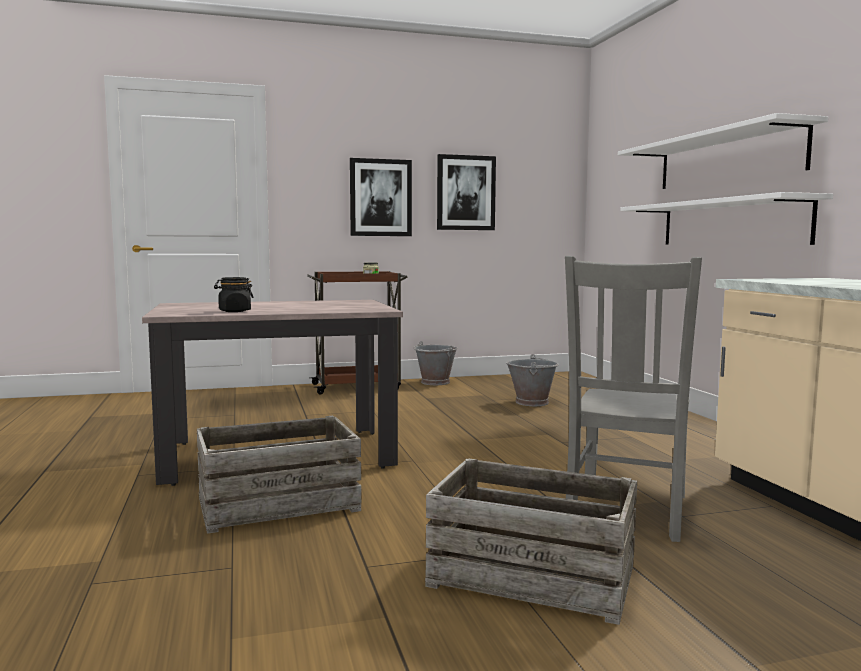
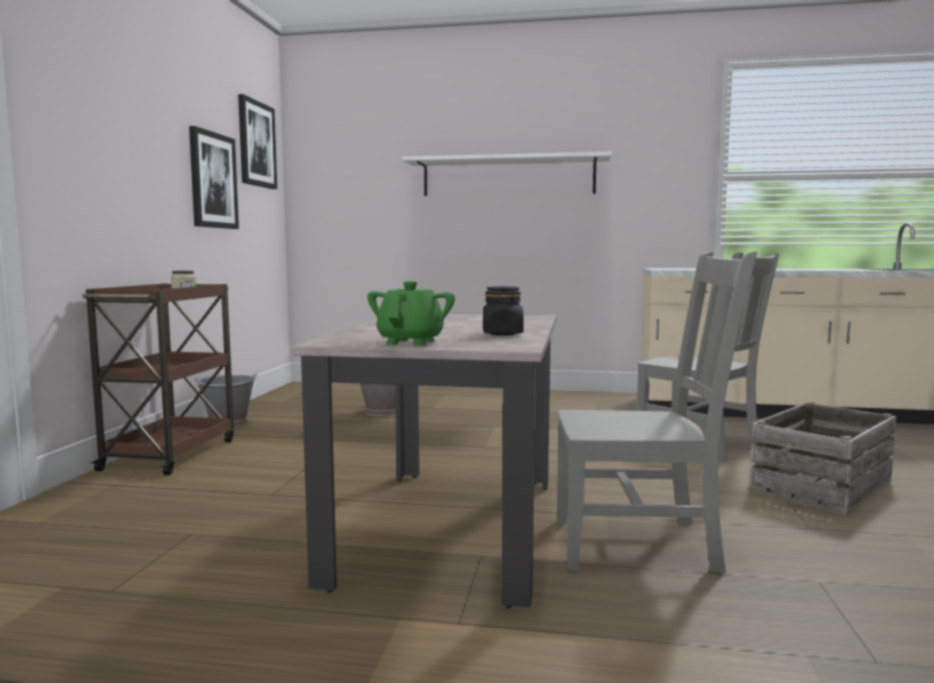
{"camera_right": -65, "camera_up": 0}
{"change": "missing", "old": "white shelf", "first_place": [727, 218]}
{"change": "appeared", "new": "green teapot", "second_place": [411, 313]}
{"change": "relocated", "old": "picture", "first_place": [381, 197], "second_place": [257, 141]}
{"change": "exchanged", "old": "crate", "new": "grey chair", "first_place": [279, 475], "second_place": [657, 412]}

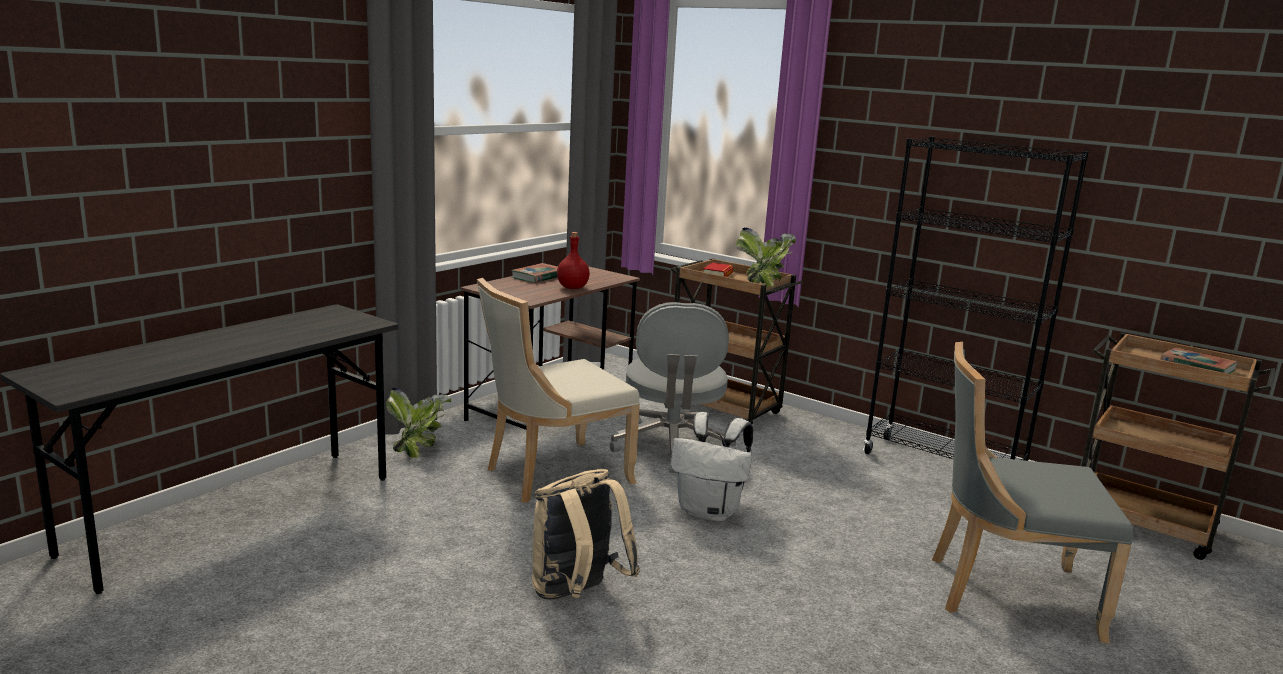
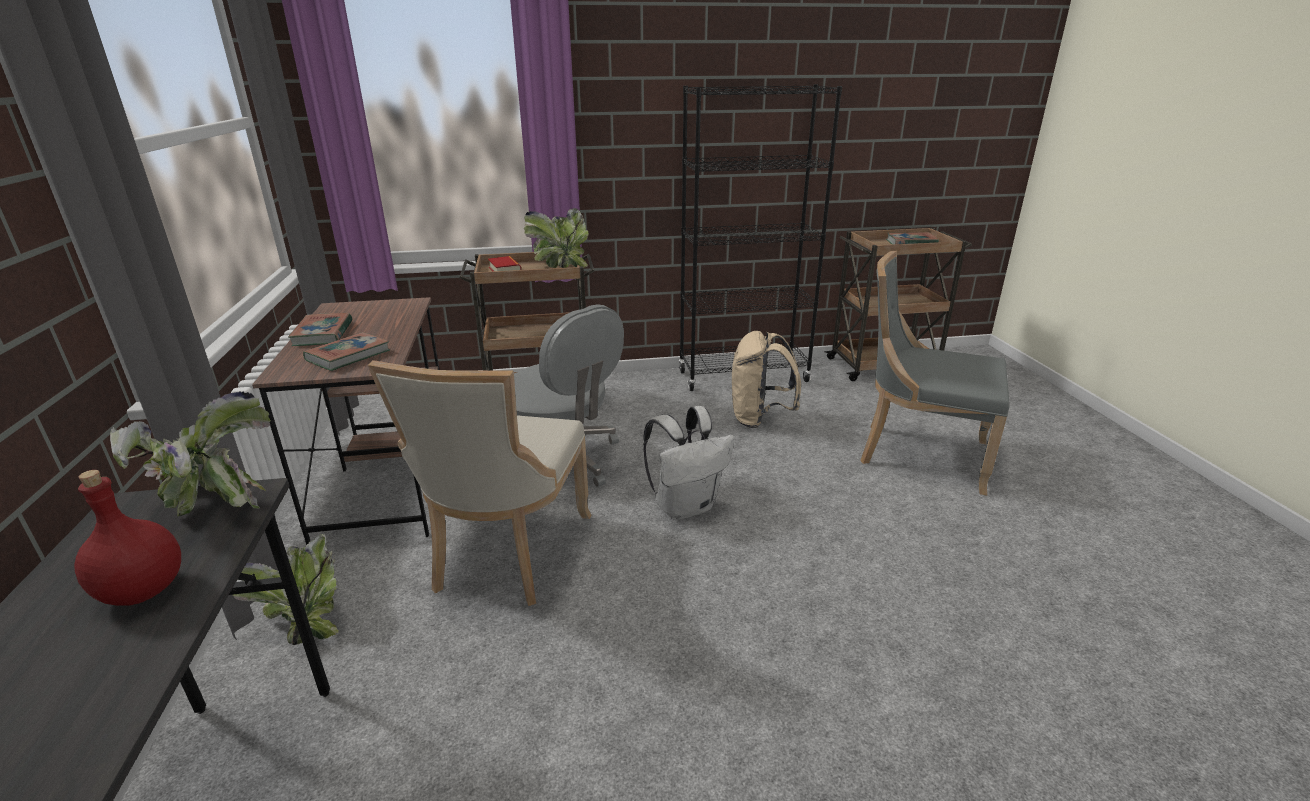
{"camera_right": -45, "camera_up": 10}
{"change": "appeared", "new": "potted plant", "second_place": [190, 453]}
{"change": "appeared", "new": "book", "second_place": [346, 351]}
{"change": "relocated", "old": "beige backpack", "first_place": [586, 534], "second_place": [766, 379]}
{"change": "relocated", "old": "red bottle", "first_place": [573, 260], "second_place": [127, 538]}
{"change": "spun", "old": "grey chair", "first_place": [1032, 493], "second_place": [934, 373], "degrees": 60}

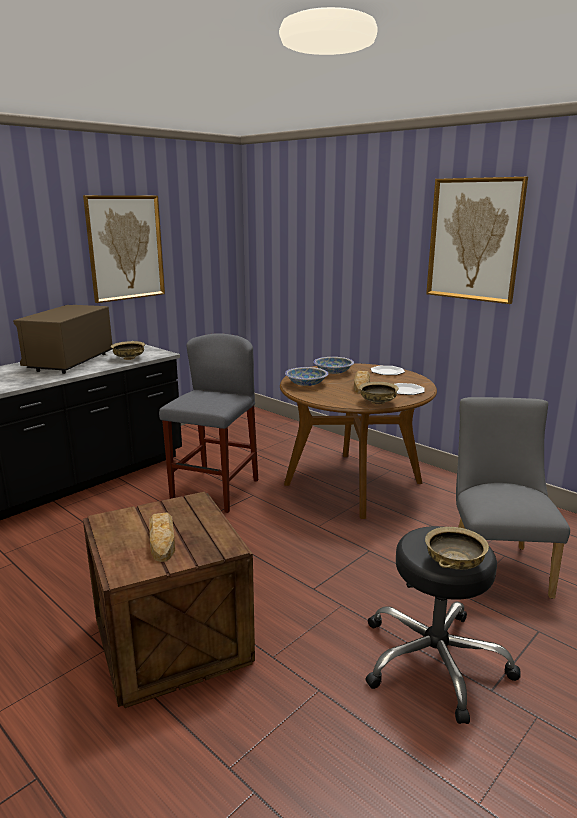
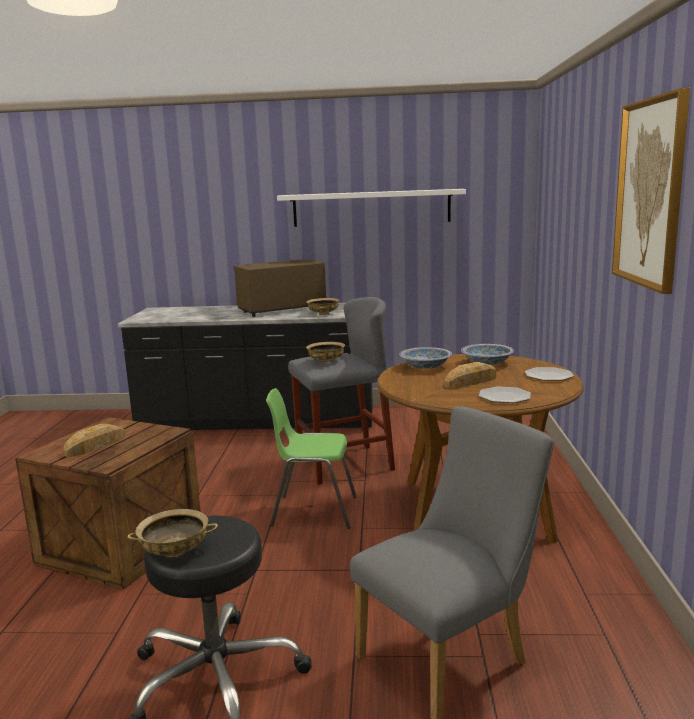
{"camera_right": 50, "camera_up": -5}
{"change": "appeared", "new": "green chair", "second_place": [311, 458]}
{"change": "relocated", "old": "beige bowl", "first_place": [379, 393], "second_place": [325, 352]}
{"change": "exchanged", "old": "picture", "new": "white shelf", "first_place": [124, 249], "second_place": [371, 208]}

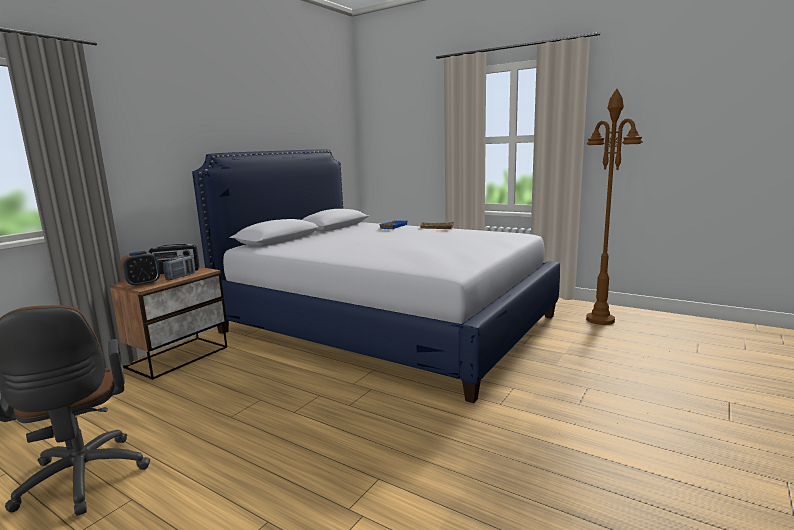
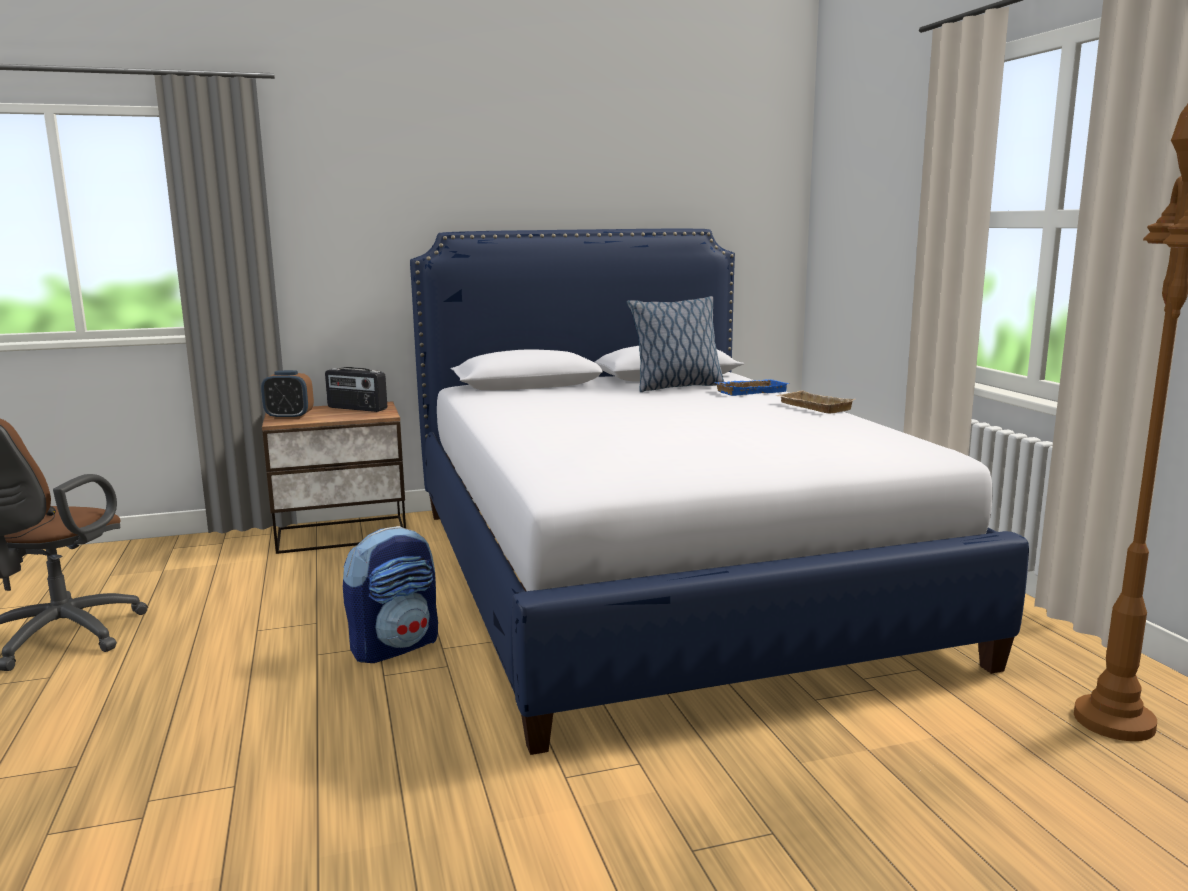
{"camera_right": 40, "camera_up": 0}
{"change": "missing", "old": "radio", "first_place": [179, 267]}
{"change": "appeared", "new": "backpack", "second_place": [390, 594]}
{"change": "appeared", "new": "pillow", "second_place": [675, 344]}

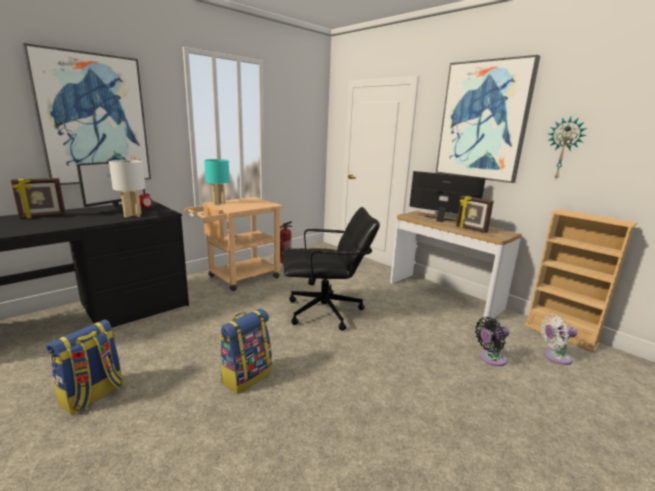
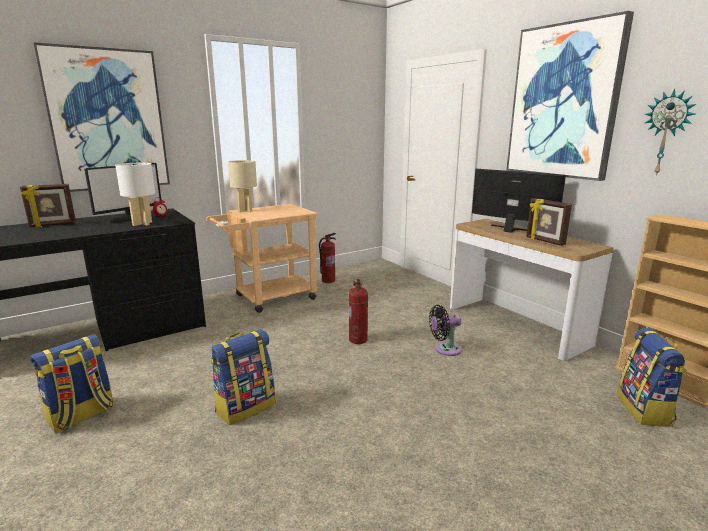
{"camera_right": 10, "camera_up": 0}
{"change": "relocated", "old": "black fan", "first_place": [492, 341], "second_place": [445, 330]}
{"change": "exchanged", "old": "black office chair", "new": "fire extinguisher", "first_place": [331, 268], "second_place": [358, 311]}
{"change": "exchanged", "old": "white fan", "new": "backpack", "first_place": [559, 339], "second_place": [651, 377]}
{"change": "colour", "old": "turquoise table lamp", "new": "beige table lamp", "first_place": [217, 182], "second_place": [242, 186]}

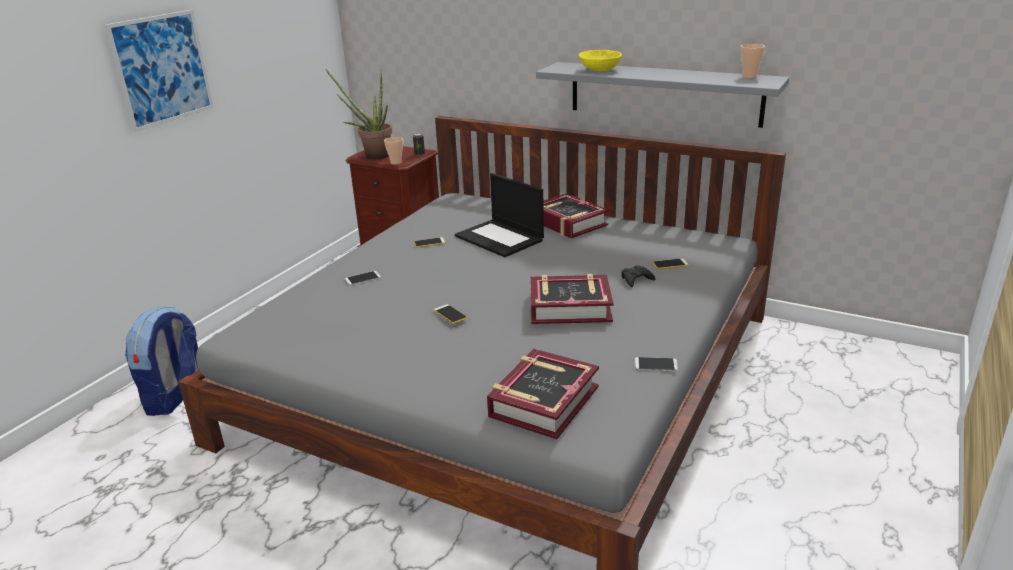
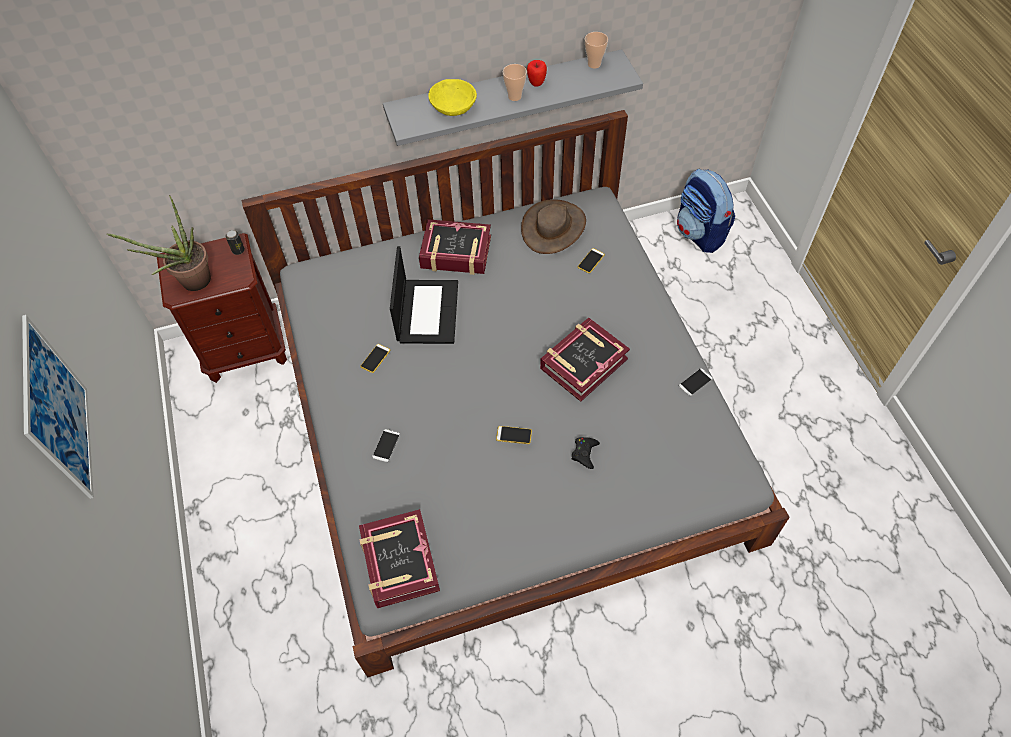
{"camera_right": -45, "camera_up": 30}
{"change": "appeared", "new": "brown hat", "second_place": [553, 226]}
{"change": "appeared", "new": "apple", "second_place": [537, 73]}
{"change": "relocated", "old": "backpack", "first_place": [162, 361], "second_place": [706, 211]}
{"change": "relocated", "old": "cup", "first_place": [393, 151], "second_place": [515, 82]}
{"change": "relocated", "old": "book", "first_place": [543, 394], "second_place": [399, 558]}
{"change": "relocated", "old": "black game controller", "first_place": [638, 276], "second_place": [585, 453]}
{"change": "spun", "old": "laptop", "first_place": [499, 215], "second_place": [424, 295], "degrees": -90}

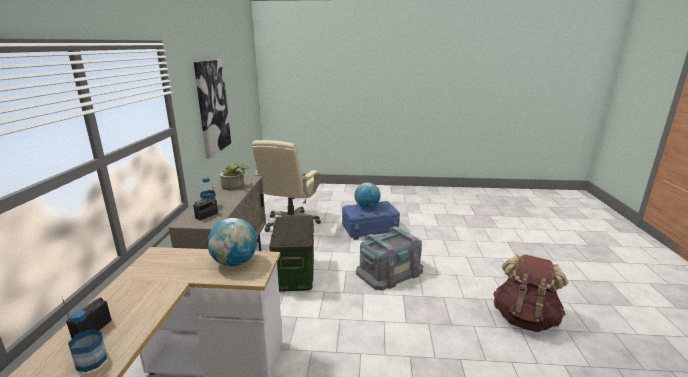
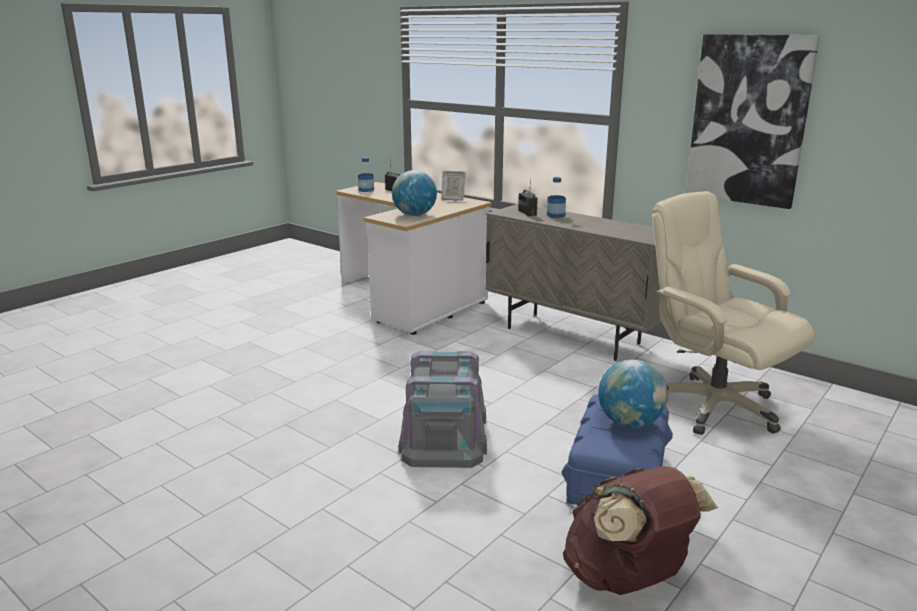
{"camera_right": 125, "camera_up": 0}
{"change": "missing", "old": "potted plant", "first_place": [235, 177]}
{"change": "missing", "old": "storage box", "first_place": [291, 254]}
{"change": "appeared", "new": "picture frame", "second_place": [453, 186]}
{"change": "relocated", "old": "brown backpack", "first_place": [530, 293], "second_place": [640, 530]}

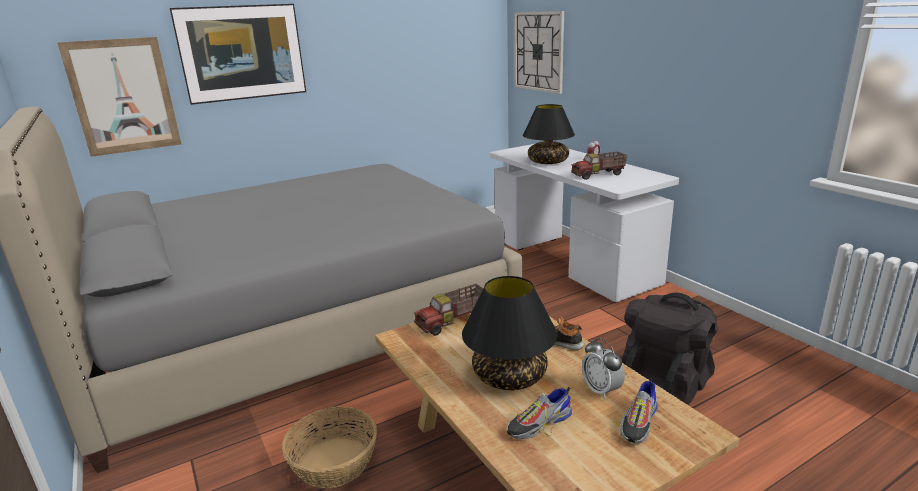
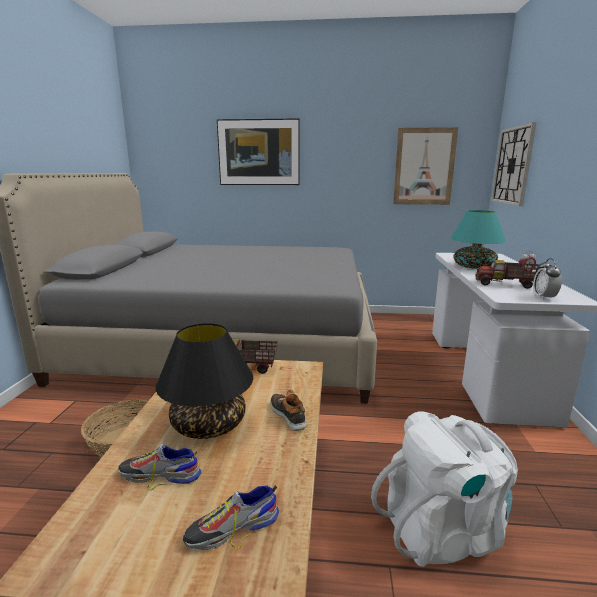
{"camera_right": 35, "camera_up": -5}
{"change": "relocated", "old": "picture", "first_place": [119, 97], "second_place": [425, 166]}
{"change": "relocated", "old": "alarm clock", "first_place": [603, 368], "second_place": [547, 279]}
{"change": "colour", "old": "black table lamp", "new": "turquoise table lamp", "first_place": [549, 134], "second_place": [478, 239]}
{"change": "colour", "old": "black backpack", "new": "white backpack", "first_place": [669, 349], "second_place": [444, 489]}

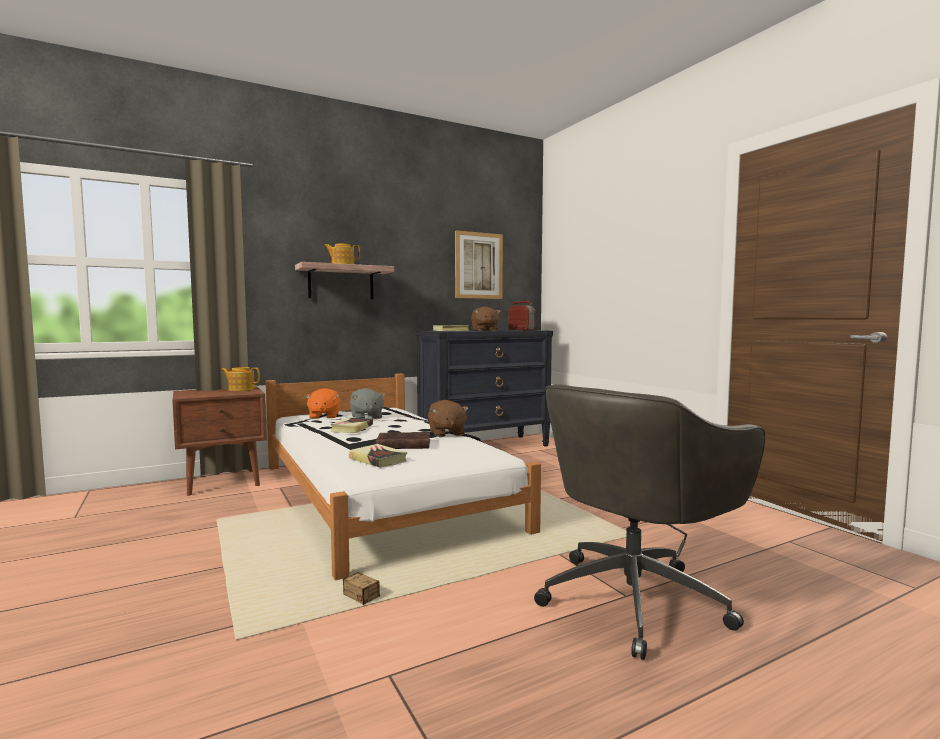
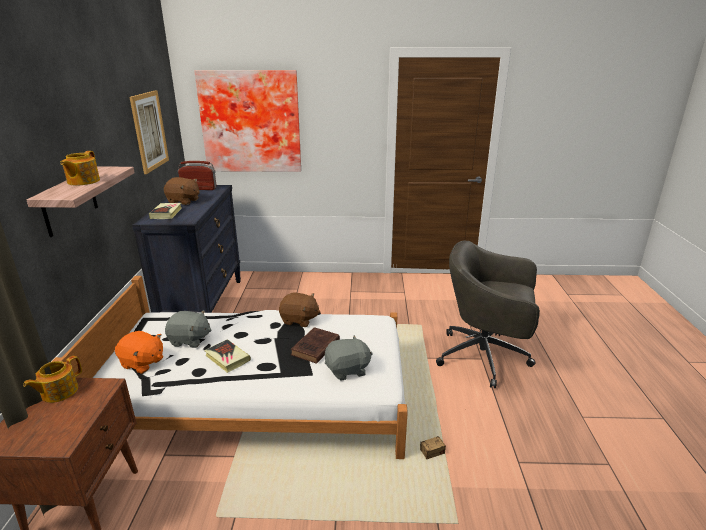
{"camera_right": -60, "camera_up": 20}
{"change": "appeared", "new": "picture", "second_place": [247, 121]}
{"change": "exchanged", "old": "book", "new": "grey plush toy", "first_place": [378, 456], "second_place": [349, 358]}
{"change": "spun", "old": "grey office chair", "first_place": [649, 522], "second_place": [488, 314], "degrees": 120}

